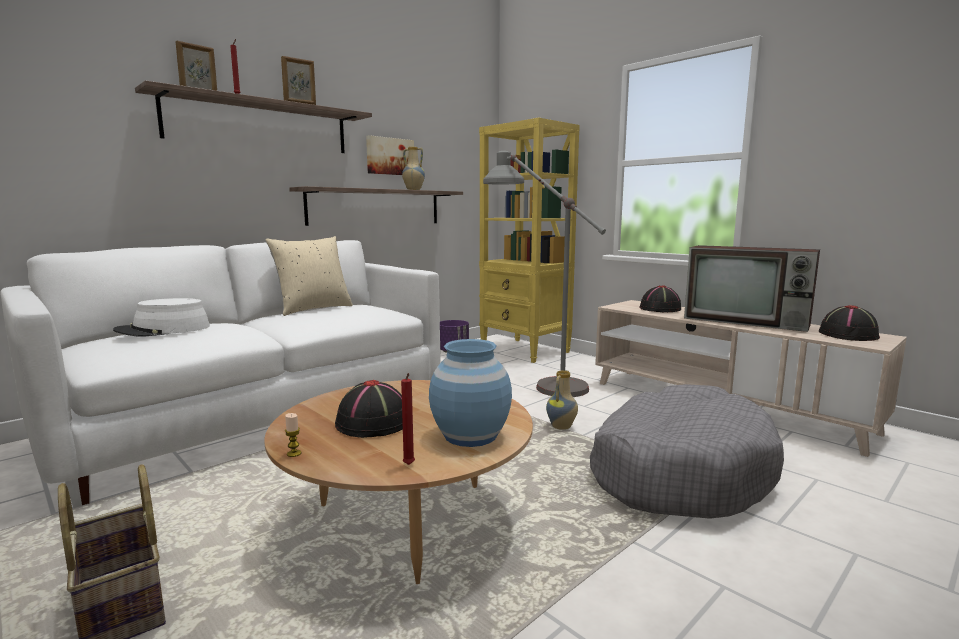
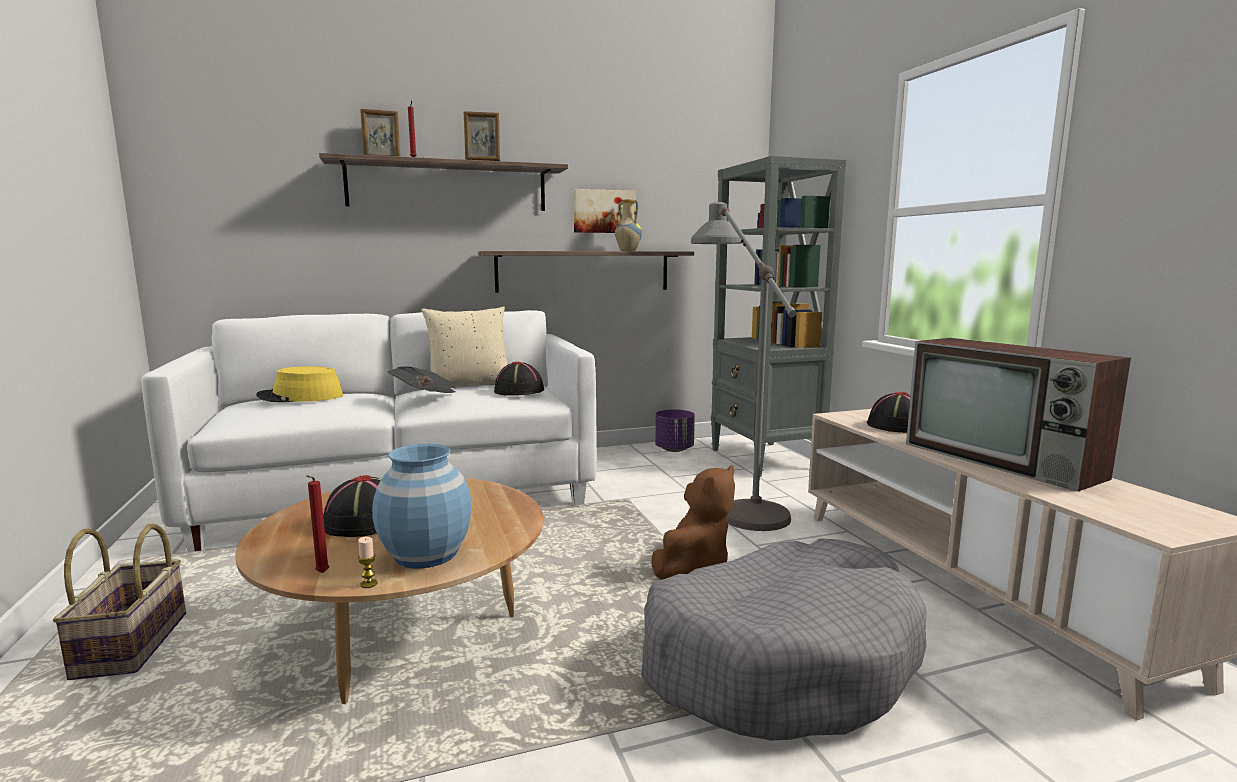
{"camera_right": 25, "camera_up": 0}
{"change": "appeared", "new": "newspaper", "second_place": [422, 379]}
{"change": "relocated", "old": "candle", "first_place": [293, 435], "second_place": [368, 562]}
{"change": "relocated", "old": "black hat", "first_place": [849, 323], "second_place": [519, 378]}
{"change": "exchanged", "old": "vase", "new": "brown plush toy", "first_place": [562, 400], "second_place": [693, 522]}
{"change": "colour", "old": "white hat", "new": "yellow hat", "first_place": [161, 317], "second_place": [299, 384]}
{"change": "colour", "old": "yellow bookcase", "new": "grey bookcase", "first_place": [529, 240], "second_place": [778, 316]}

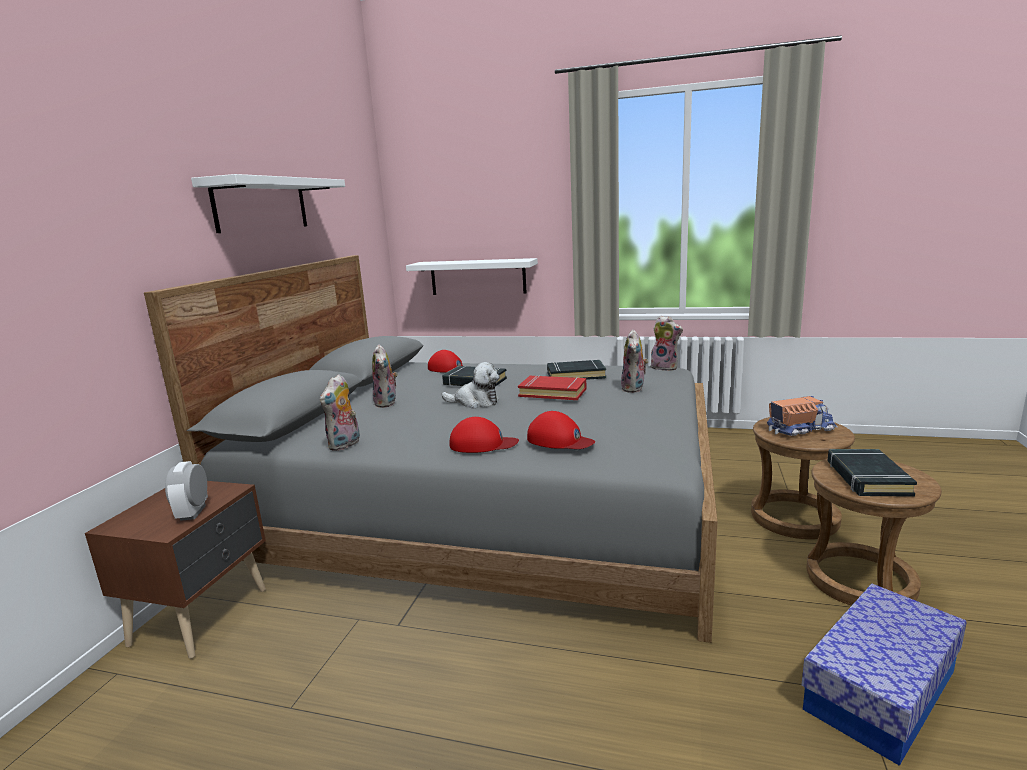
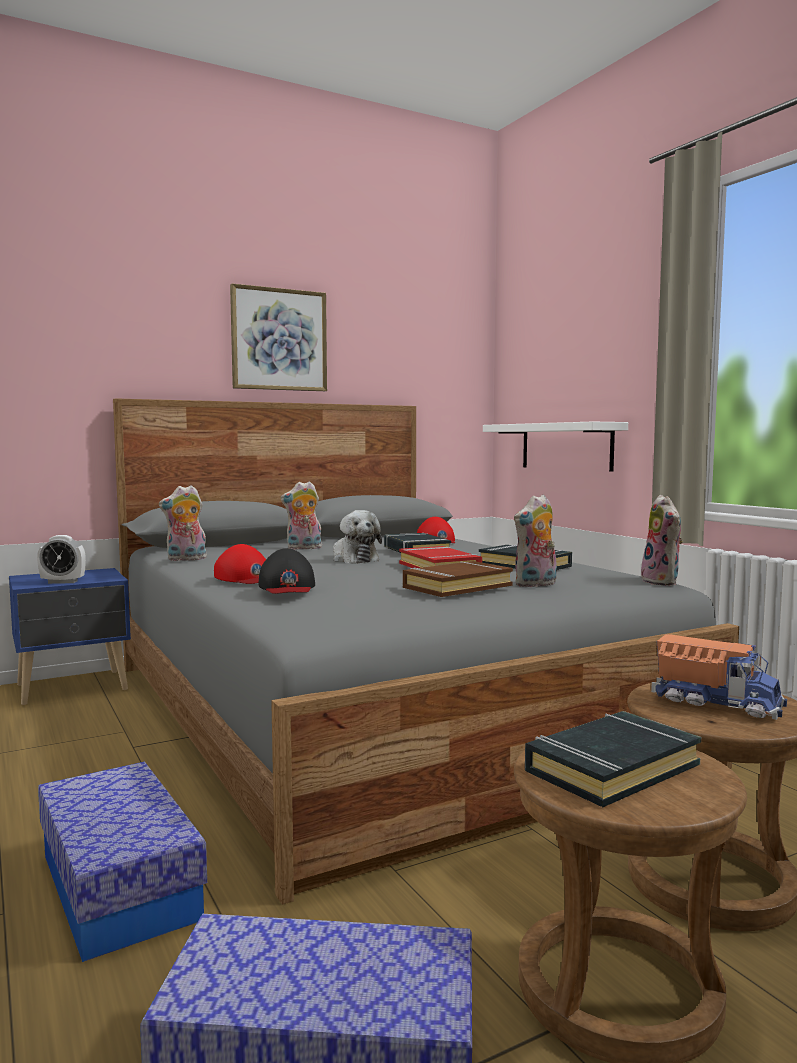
{"camera_right": 45, "camera_up": -10}
{"change": "appeared", "new": "storage box", "second_place": [122, 862]}
{"change": "appeared", "new": "brown book", "second_place": [458, 579]}
{"change": "exchanged", "old": "white shelf", "new": "picture", "first_place": [268, 203], "second_place": [278, 337]}
{"change": "colour", "old": "brown nightstand", "new": "blue nightstand", "first_place": [175, 570], "second_place": [70, 636]}
{"change": "colour", "old": "red cap", "new": "black cap", "first_place": [561, 430], "second_place": [286, 571]}
{"change": "spun", "old": "alarm clock", "first_place": [186, 491], "second_place": [61, 559], "degrees": -135}
{"change": "spun", "old": "plush toy", "first_place": [385, 376], "second_place": [301, 515], "degrees": 45}

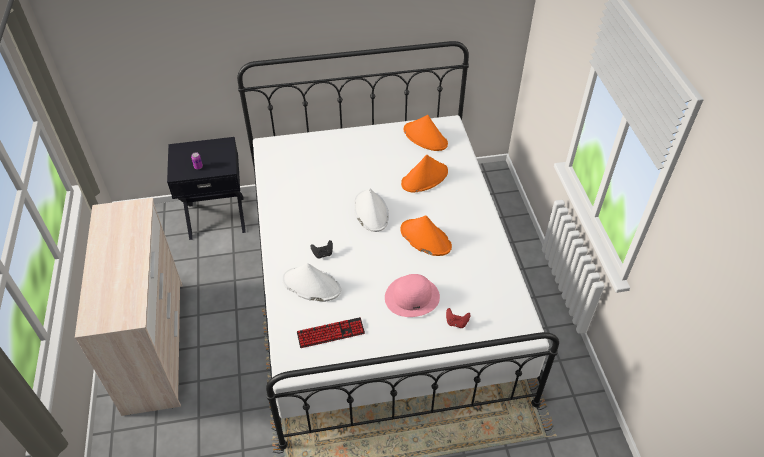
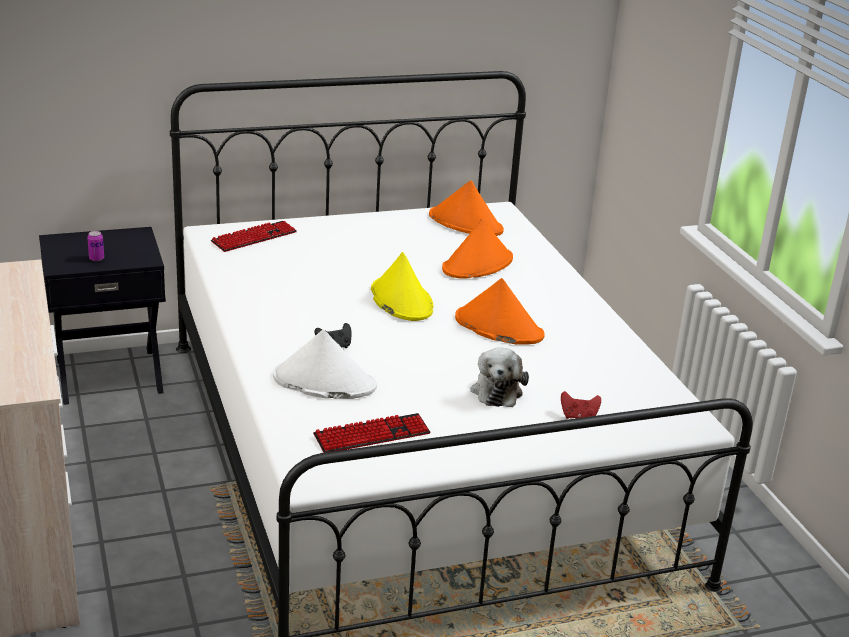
{"camera_right": -10, "camera_up": -20}
{"change": "appeared", "new": "keyboard", "second_place": [254, 236]}
{"change": "exchanged", "old": "pink hat", "new": "plush toy", "first_place": [412, 295], "second_place": [499, 377]}
{"change": "colour", "old": "white hat", "new": "yellow hat", "first_place": [371, 210], "second_place": [402, 286]}

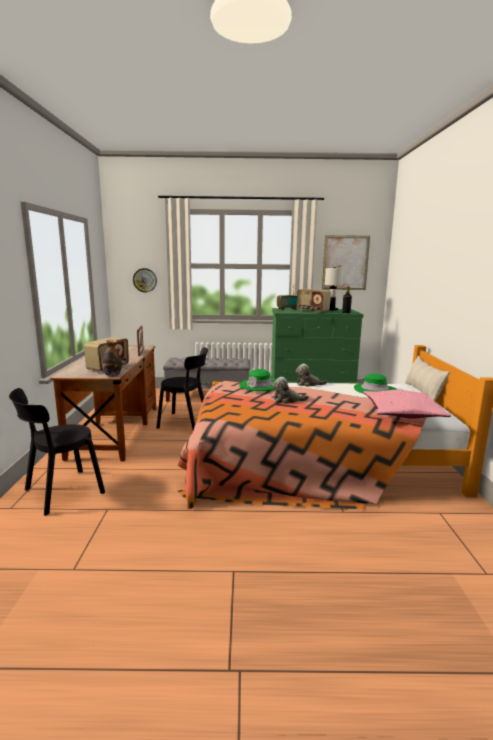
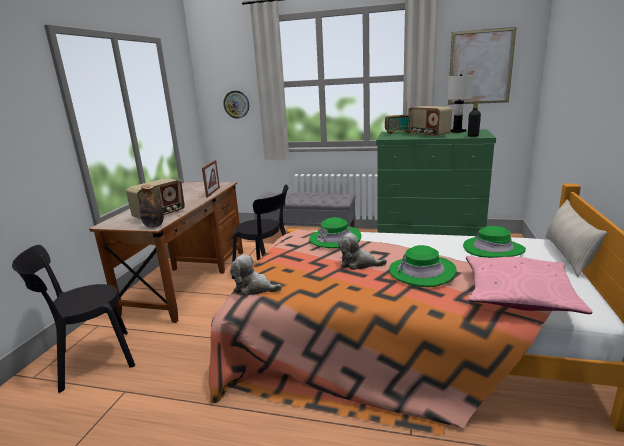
{"camera_right": 15, "camera_up": 5}
{"change": "appeared", "new": "green hat", "second_place": [423, 266]}
{"change": "relocated", "old": "plush toy", "first_place": [311, 375], "second_place": [256, 275]}

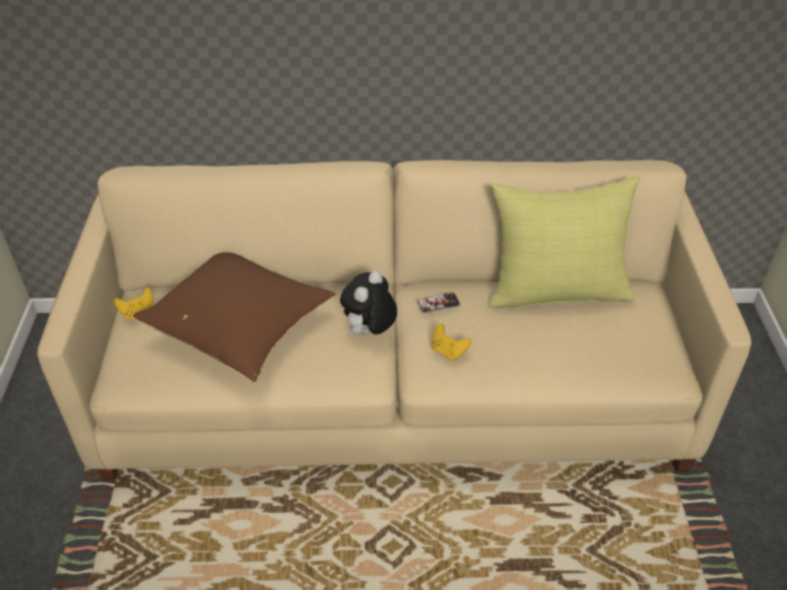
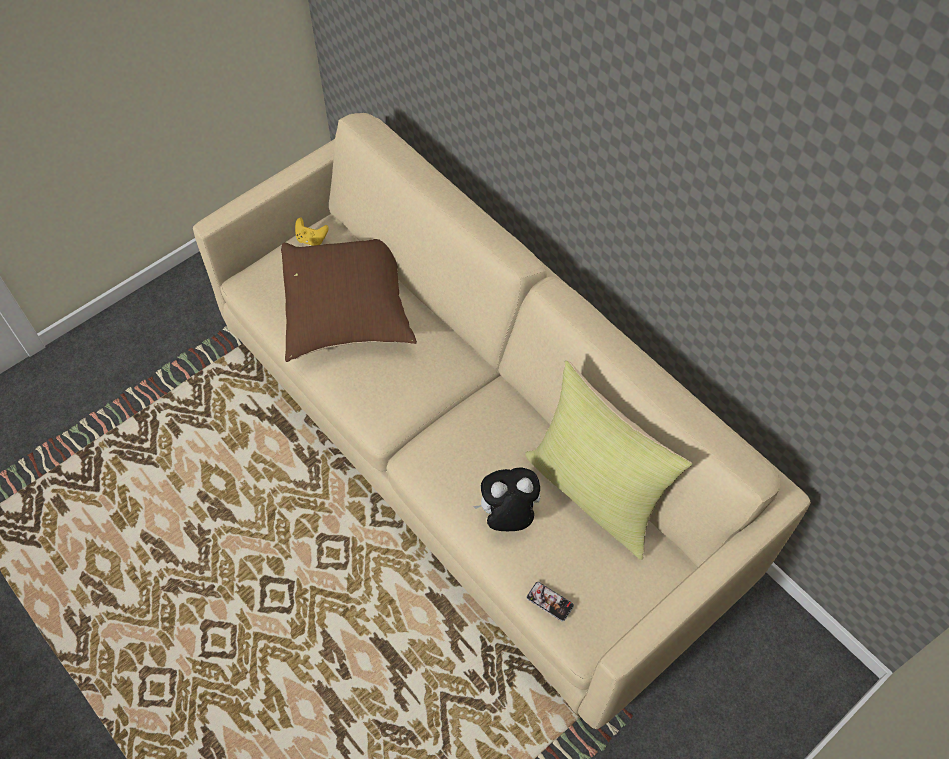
{"camera_right": 50, "camera_up": 15}
{"change": "missing", "old": "yellow game controller", "first_place": [451, 342]}
{"change": "relocated", "old": "plush toy", "first_place": [368, 303], "second_place": [506, 499]}
{"change": "relocated", "old": "phone", "first_place": [439, 302], "second_place": [550, 602]}

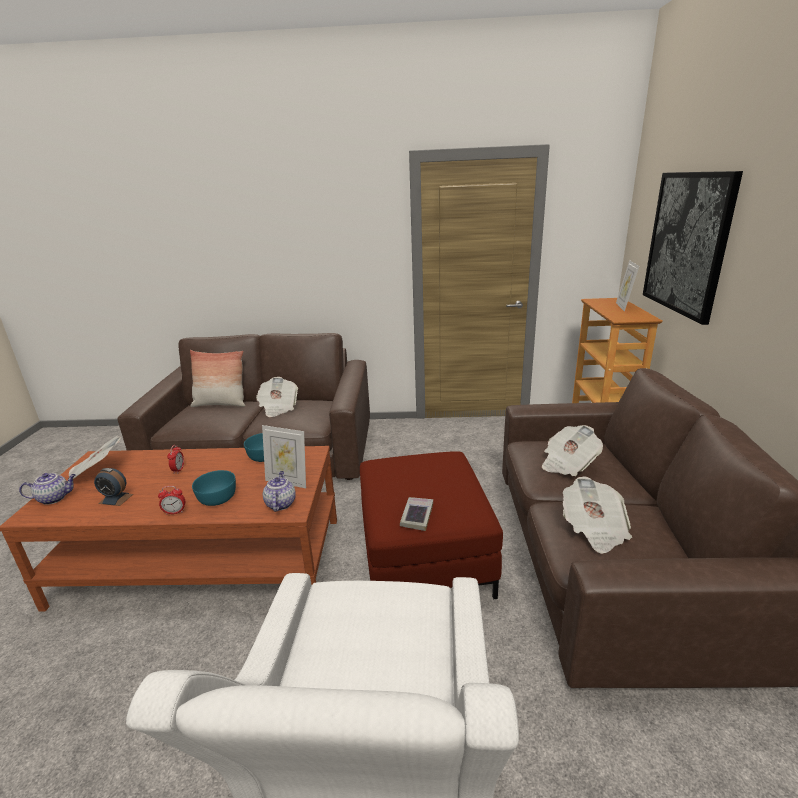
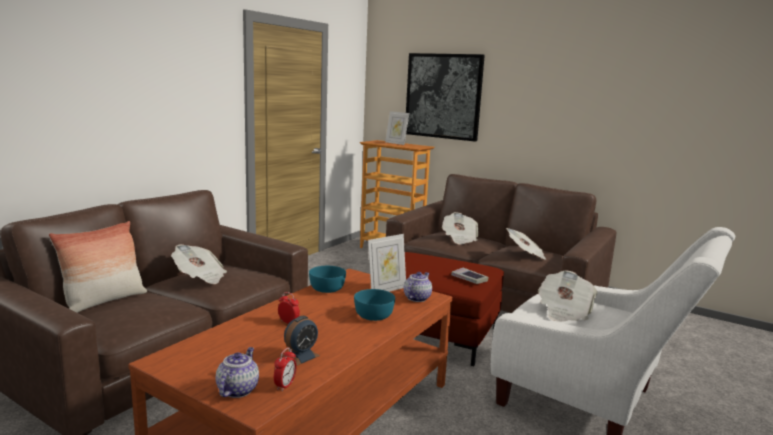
{"camera_right": -60, "camera_up": -10}
{"change": "relocated", "old": "newspaper", "first_place": [94, 457], "second_place": [567, 296]}
{"change": "relocated", "old": "alarm clock", "first_place": [172, 500], "second_place": [285, 369]}
{"change": "spun", "old": "teapot", "first_place": [279, 491], "second_place": [418, 287], "degrees": 90}

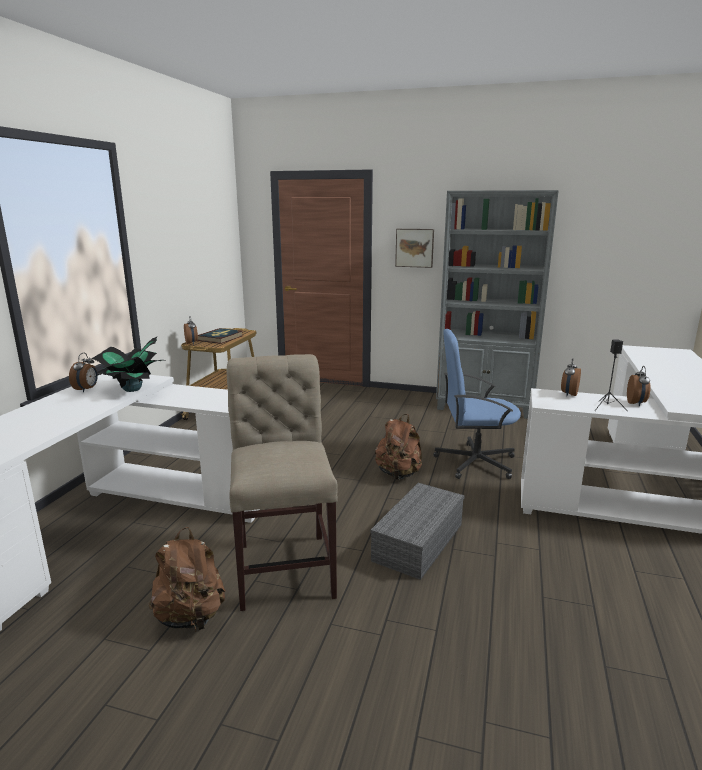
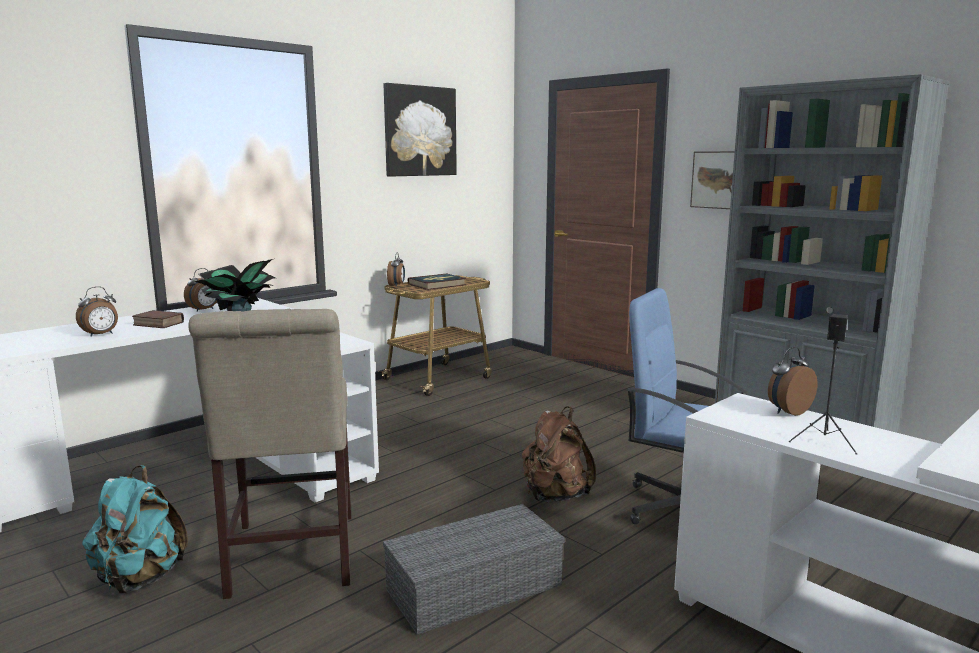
{"camera_right": 30, "camera_up": -5}
{"change": "appeared", "new": "book", "second_place": [158, 319]}
{"change": "appeared", "new": "picture", "second_place": [420, 129]}
{"change": "relocated", "old": "alarm clock", "first_place": [639, 386], "second_place": [97, 311]}
{"change": "colour", "old": "brown backpack", "new": "turquoise backpack", "first_place": [187, 579], "second_place": [135, 529]}
{"change": "spun", "old": "beige chair", "first_place": [282, 482], "second_place": [269, 454], "degrees": 150}

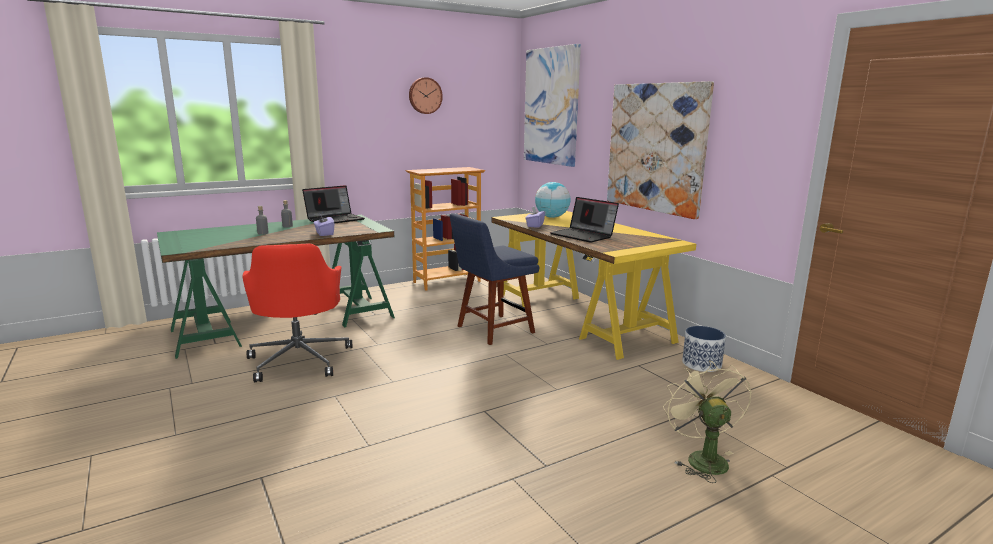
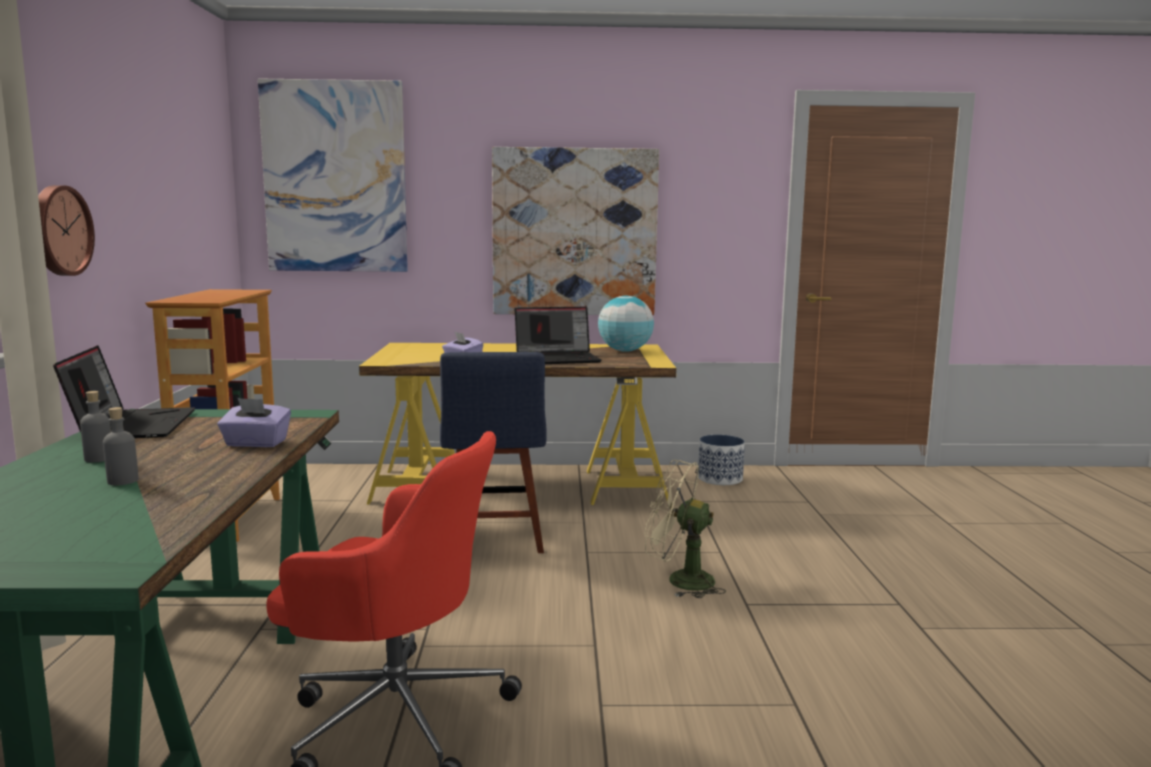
{"camera_right": -60, "camera_up": -5}
{"change": "relocated", "old": "wall clock", "first_place": [426, 95], "second_place": [66, 230]}
{"change": "relocated", "old": "globe", "first_place": [553, 200], "second_place": [626, 324]}
{"change": "relocated", "old": "beige fan", "first_place": [707, 421], "second_place": [685, 529]}

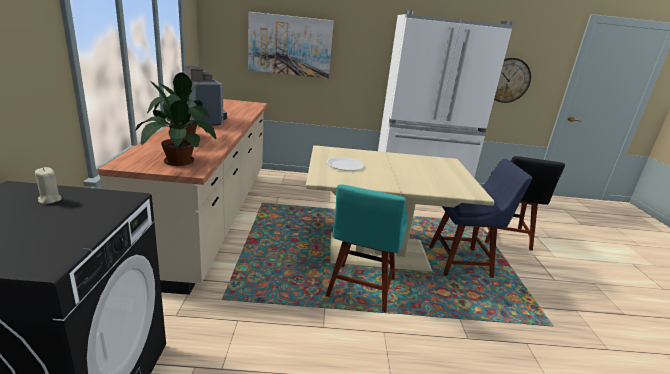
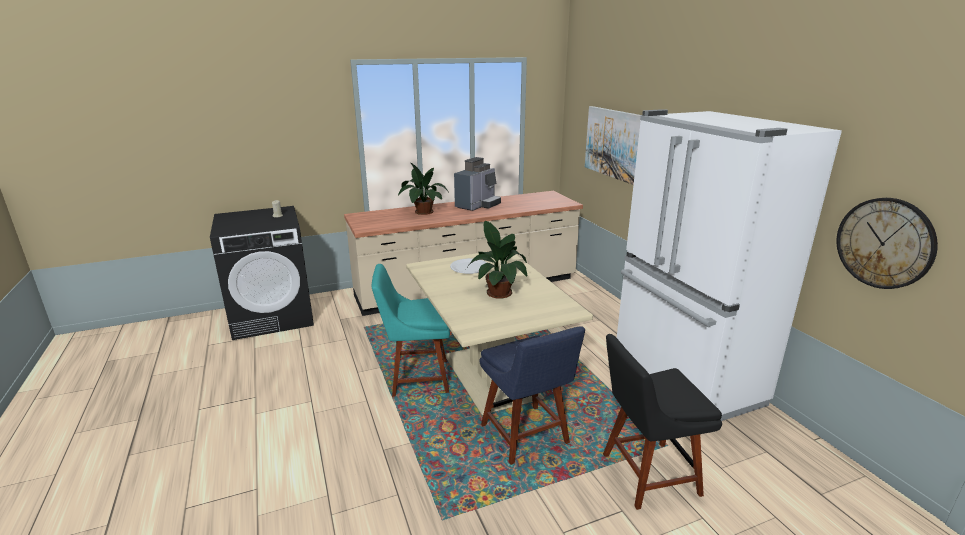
{"camera_right": 70, "camera_up": 0}
{"change": "relocated", "old": "potted plant", "first_place": [175, 123], "second_place": [496, 259]}

